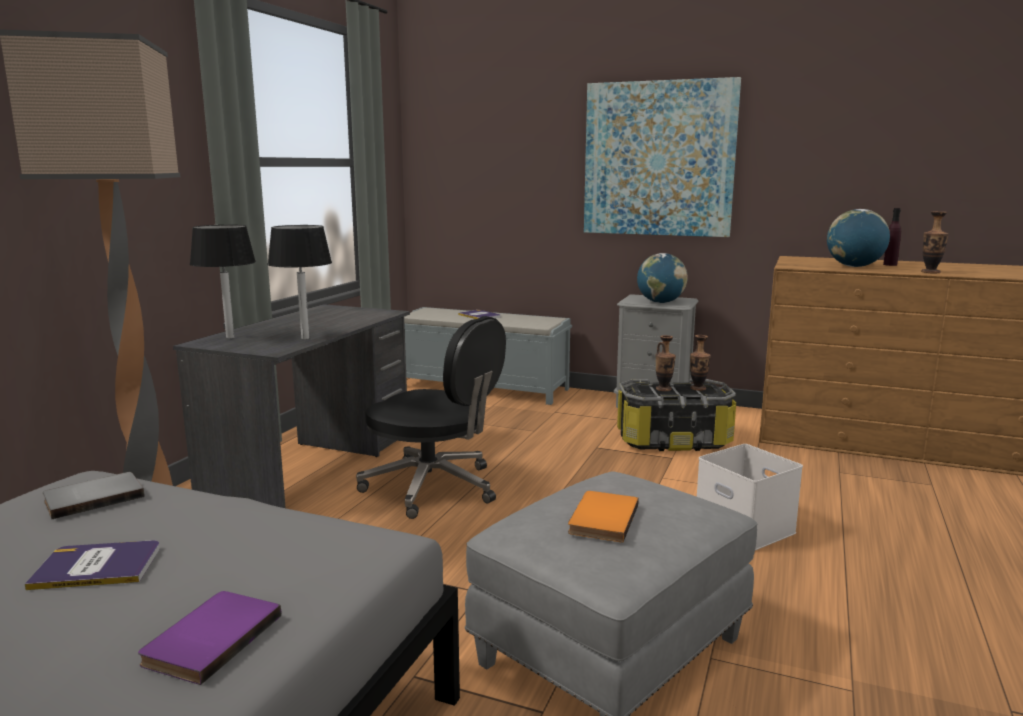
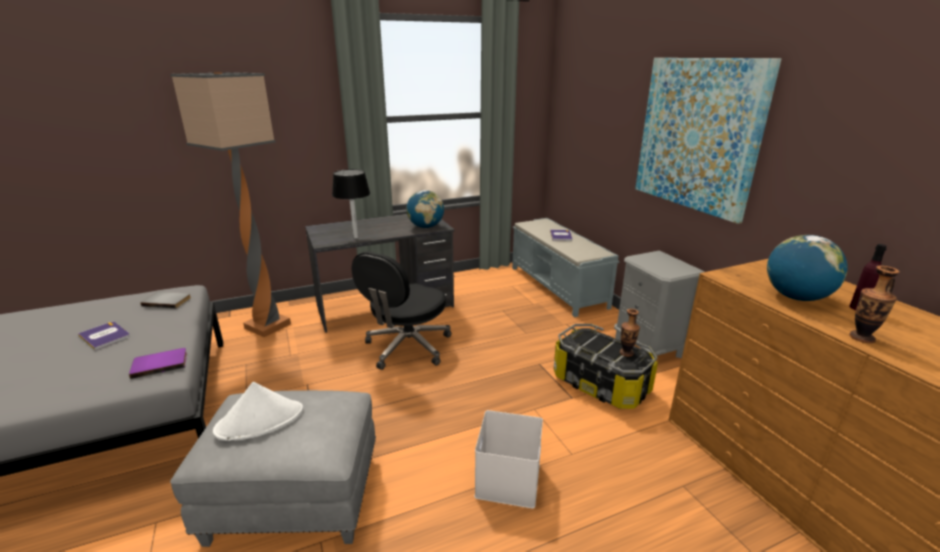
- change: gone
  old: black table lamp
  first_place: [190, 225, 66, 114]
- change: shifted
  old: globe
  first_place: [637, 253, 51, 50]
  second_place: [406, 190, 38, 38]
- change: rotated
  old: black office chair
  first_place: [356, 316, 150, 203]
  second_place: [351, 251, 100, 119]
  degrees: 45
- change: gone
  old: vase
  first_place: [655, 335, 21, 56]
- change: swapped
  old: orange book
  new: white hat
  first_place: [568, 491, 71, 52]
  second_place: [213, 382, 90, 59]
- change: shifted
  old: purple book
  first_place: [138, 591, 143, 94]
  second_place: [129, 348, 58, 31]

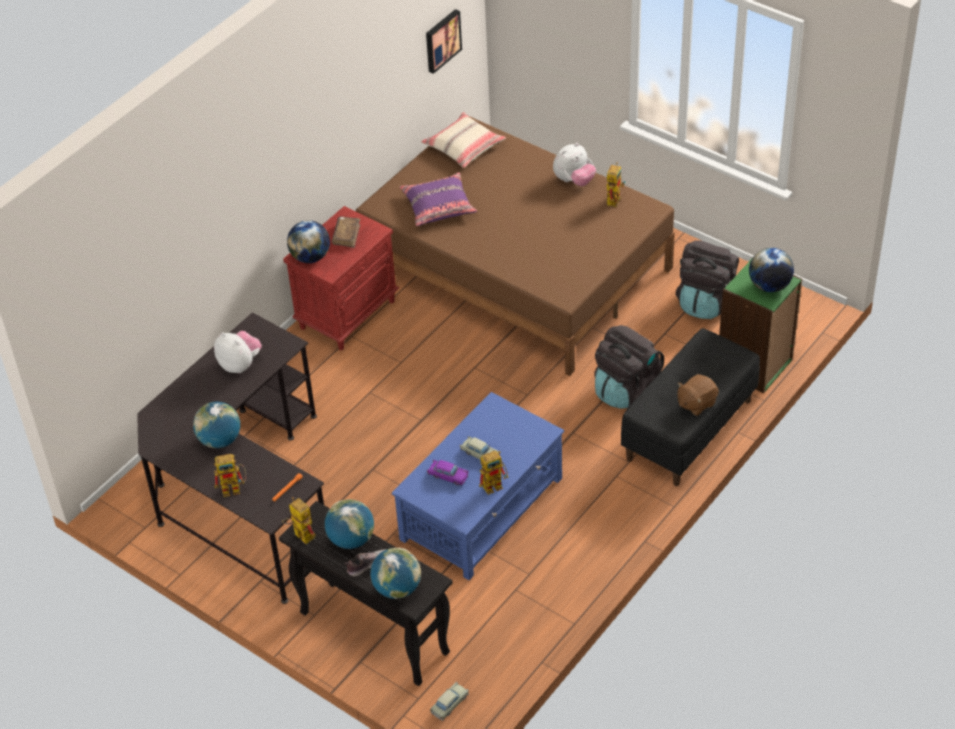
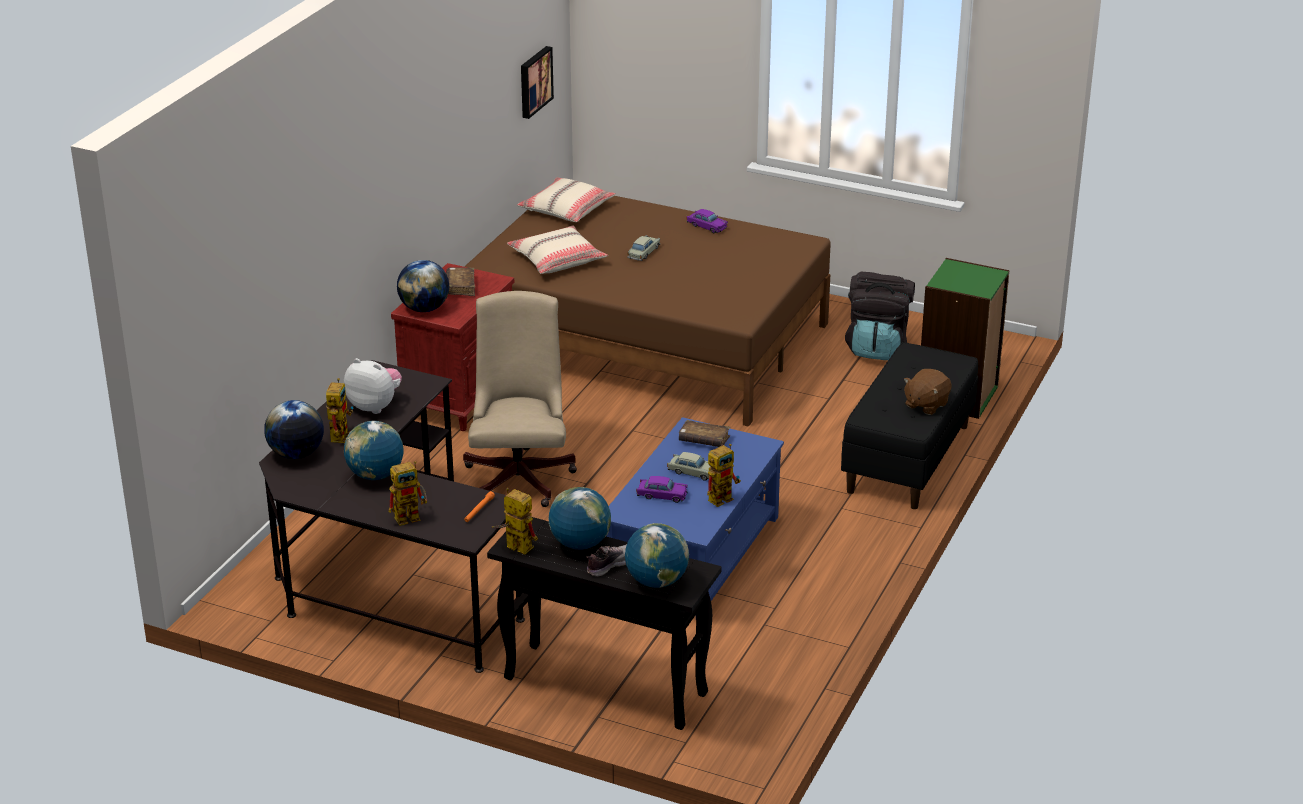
- change: swapped
  old: plush toy
  new: purple toy car
  first_place: [553, 143, 43, 43]
  second_place: [686, 209, 42, 24]
- change: shifted
  old: toy robot
  first_place: [606, 162, 19, 45]
  second_place: [326, 378, 27, 65]
- change: repainted
  old: purple pillow
  new: beige pillow
  first_place: [400, 172, 77, 54]
  second_place: [507, 225, 101, 49]
- change: shifted
  old: globe
  first_place: [749, 248, 45, 44]
  second_place: [264, 400, 60, 59]
- change: gone
  old: black backpack
  first_place: [594, 325, 70, 84]
- change: shifted
  old: beige toy car
  first_place: [430, 682, 39, 39]
  second_place: [627, 235, 33, 26]
- change: new
  new: beige office chair
  second_place: [463, 291, 114, 216]
- change: new
  new: brown book
  second_place: [679, 420, 51, 27]

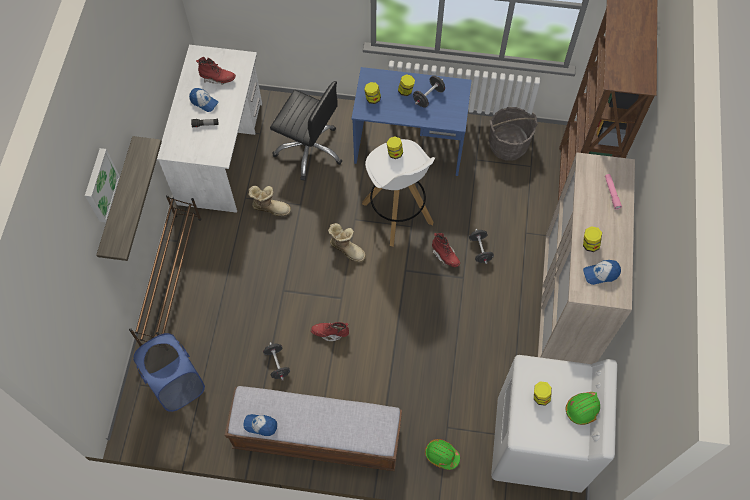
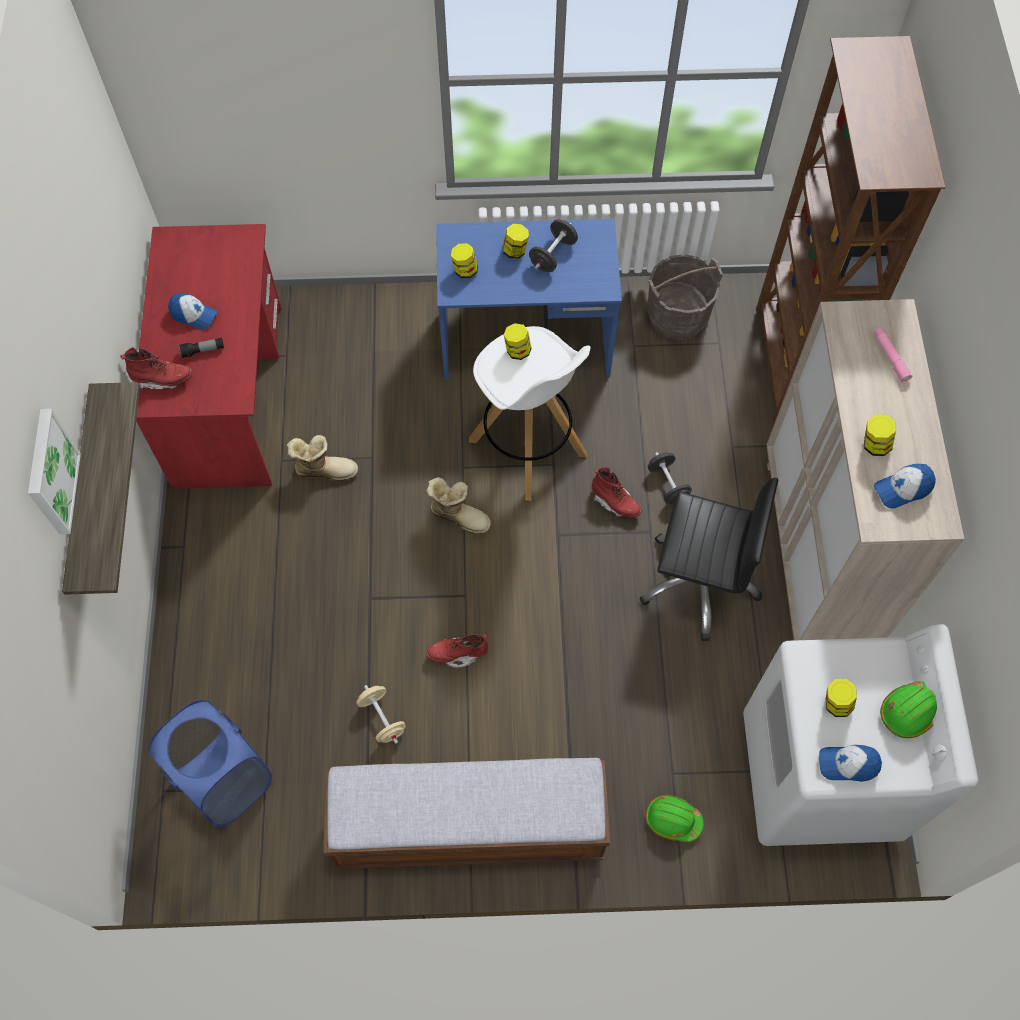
- change: repainted
  old: white desk
  new: red desk
  first_place: [157, 45, 105, 168]
  second_place: [136, 224, 146, 265]
- change: shifted
  old: red boot
  first_place: [196, 57, 40, 28]
  second_place: [120, 347, 72, 43]
- change: shifted
  old: black office chair
  first_place: [270, 81, 72, 100]
  second_place: [639, 478, 139, 163]
- change: gone
  old: brown shoe rack
  first_place: [129, 195, 72, 151]
- change: repainted
  old: black dumbbell
  new: beige dumbbell
  first_place: [263, 342, 27, 38]
  second_place: [356, 685, 50, 59]
- change: shifted
  old: cap
  first_place: [243, 414, 34, 22]
  second_place: [819, 745, 63, 37]

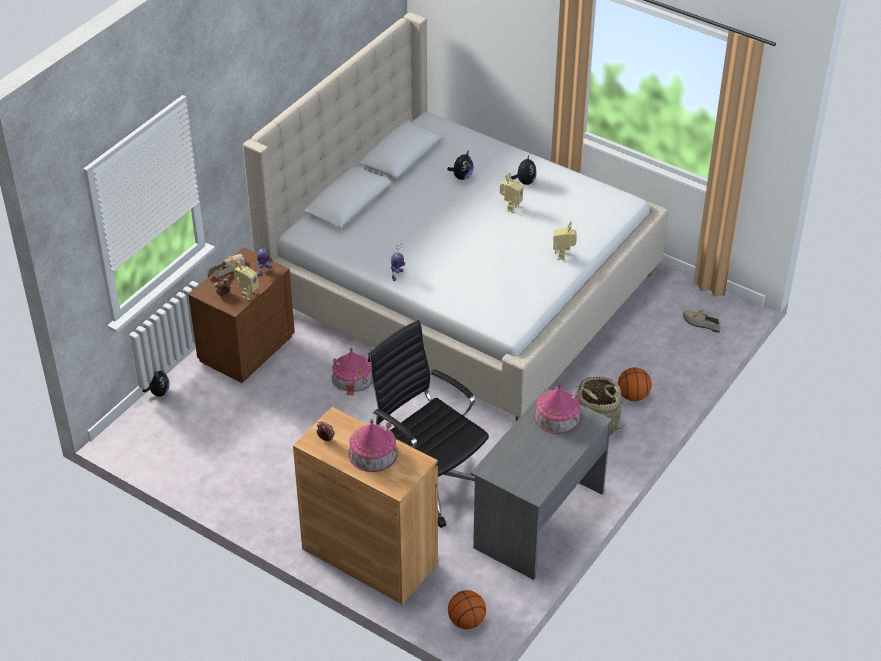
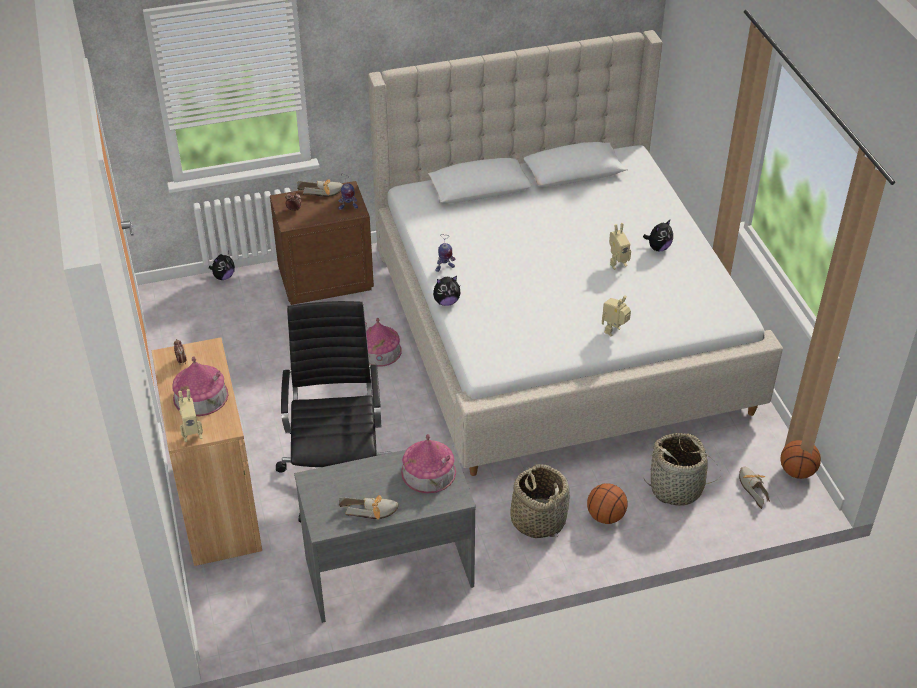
- change: shifted
  old: plush toy
  first_place: [447, 151, 27, 29]
  second_place: [433, 276, 27, 30]
- change: shifted
  old: toy robot
  first_place: [234, 258, 25, 42]
  second_place: [178, 389, 25, 53]
- change: shifted
  old: basketball
  first_place: [448, 590, 38, 39]
  second_place: [781, 440, 40, 39]
- change: new
  new: basket
  second_place: [643, 433, 78, 73]
- change: new
  new: shoe
  second_place: [339, 495, 60, 25]

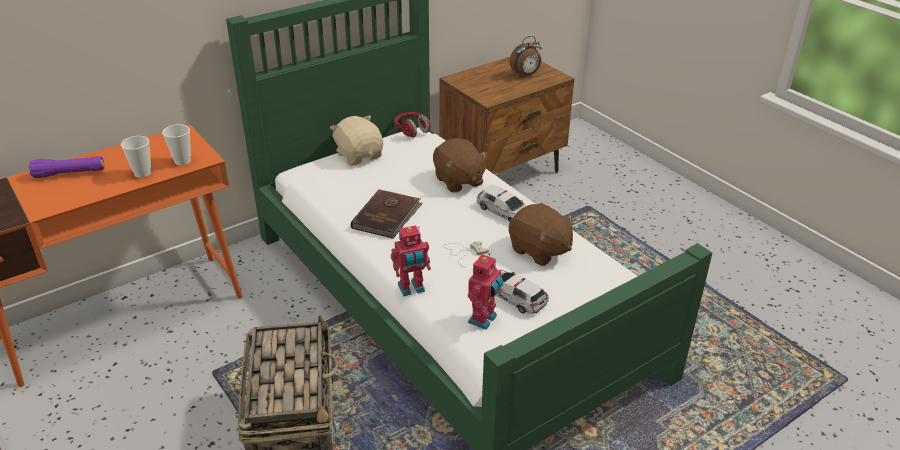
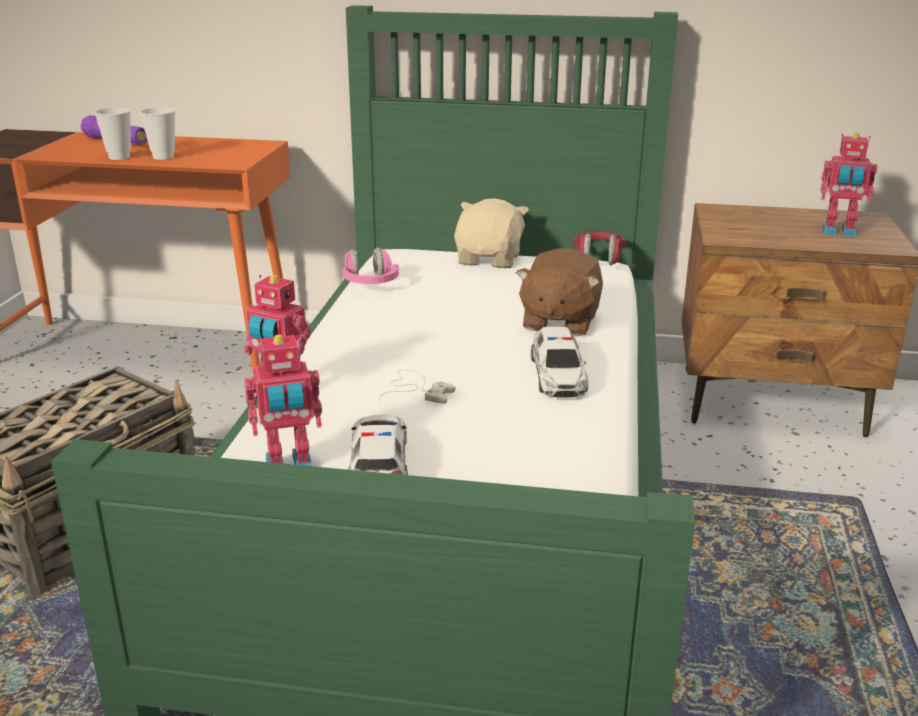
- change: swapped
  old: alarm clock
  new: toy robot
  first_place: [510, 36, 31, 41]
  second_place: [821, 133, 56, 104]
- change: shifted
  old: cup
  first_place: [162, 124, 29, 41]
  second_place: [94, 107, 37, 53]
- change: gone
  old: brown book
  first_place: [351, 189, 72, 50]
- change: gone
  old: brown plush toy
  first_place: [509, 203, 65, 63]
- change: new
  new: pink headphones
  second_place: [342, 247, 57, 37]

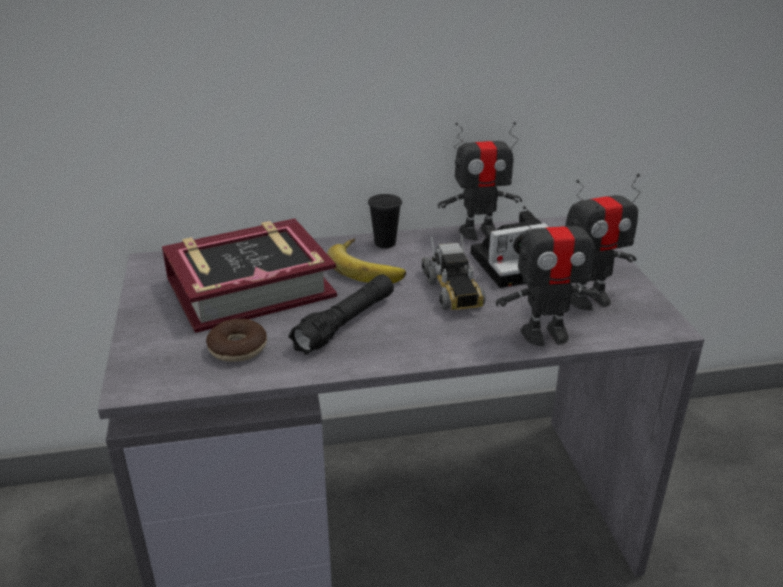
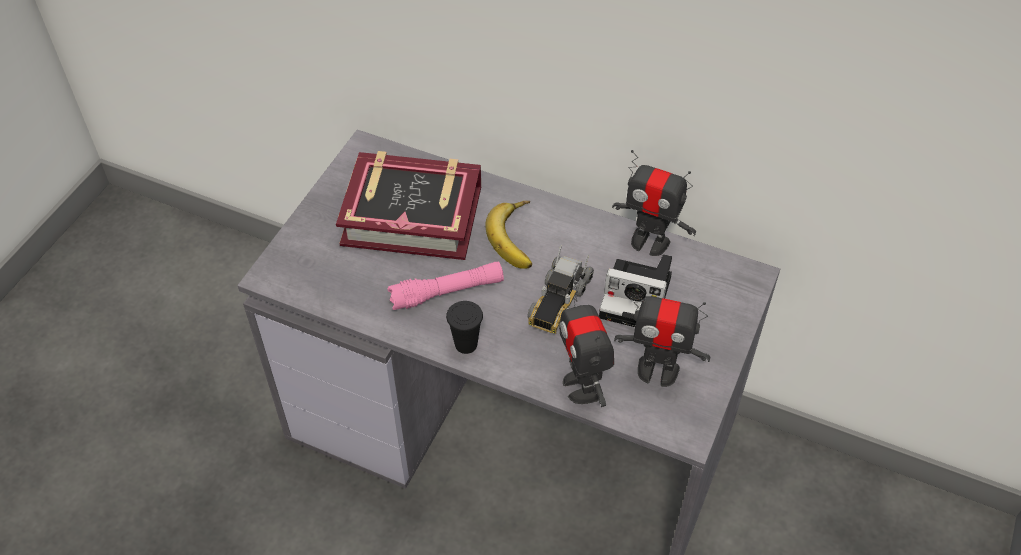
- change: shifted
  old: black cup
  first_place: [368, 194, 34, 54]
  second_place: [446, 301, 37, 53]
- change: rotated
  old: toy robot
  first_place: [496, 205, 105, 141]
  second_place: [560, 281, 54, 126]
  degrees: 45
- change: repainted
  old: black flashlight
  new: pink flashlight
  first_place: [288, 274, 106, 81]
  second_place: [387, 261, 117, 49]
- change: gone
  old: donut
  first_place: [206, 319, 61, 43]

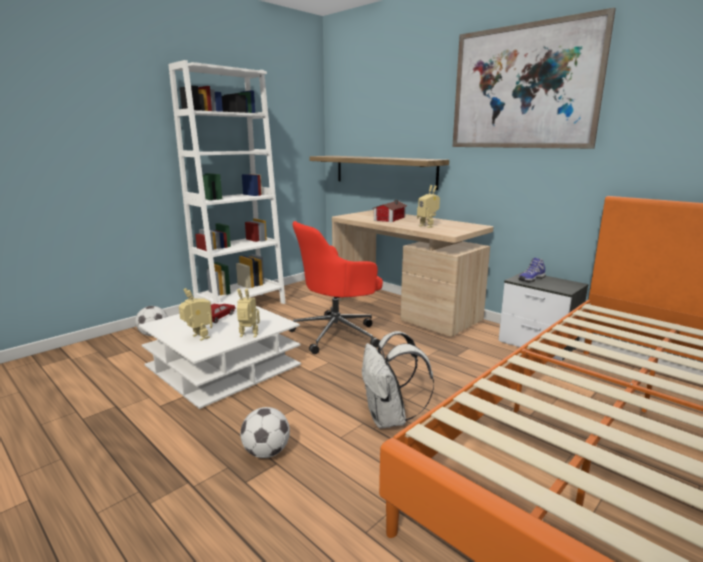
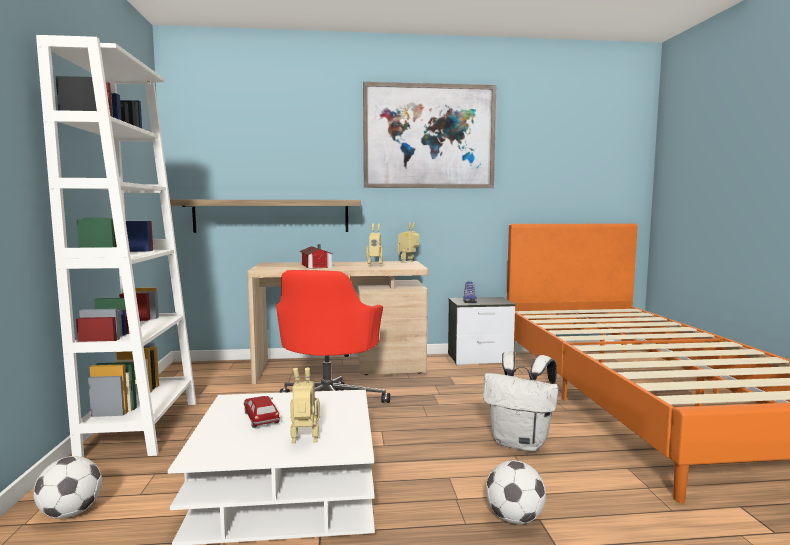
- change: shifted
  old: toy robot
  first_place: [237, 289, 23, 48]
  second_place: [397, 223, 22, 40]

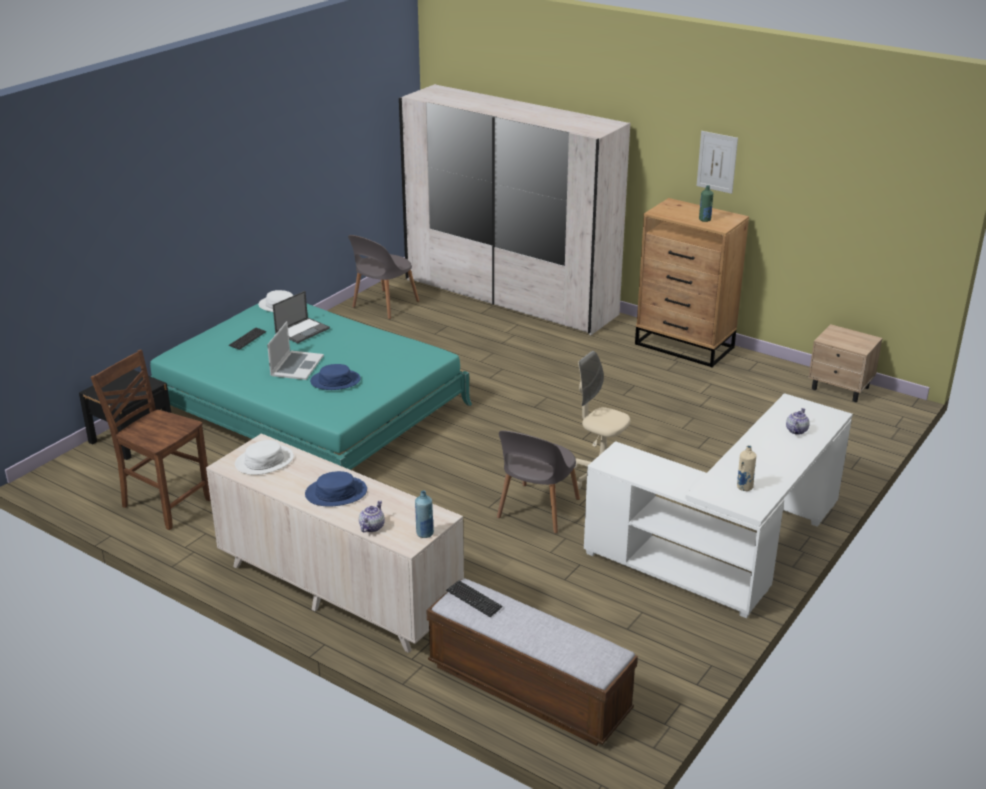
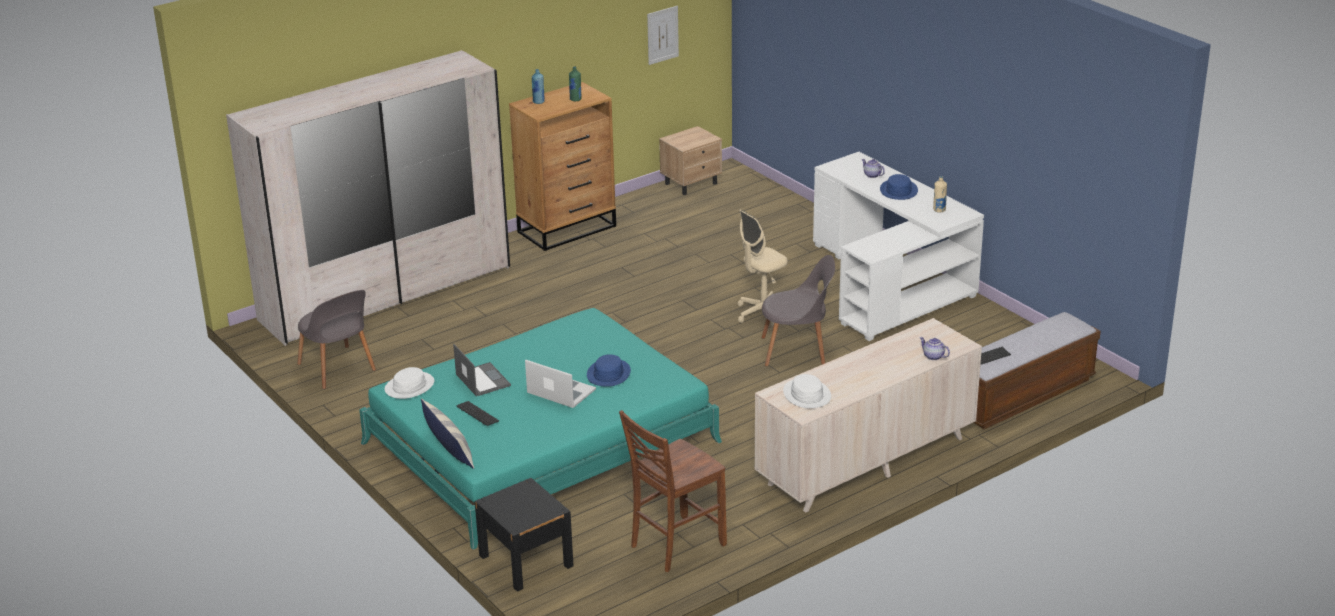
- change: shifted
  old: picture
  first_place: [697, 131, 41, 63]
  second_place: [647, 6, 32, 59]
- change: rotated
  old: grey chair
  first_place: [497, 430, 83, 104]
  second_place: [761, 255, 74, 111]
  degrees: -45
- change: shifted
  old: blue hat
  first_place: [305, 471, 62, 36]
  second_place: [880, 174, 38, 26]
- change: shifted
  old: blue bottle
  first_place: [415, 490, 19, 48]
  second_place: [532, 69, 13, 35]
- change: new
  new: pillow
  second_place: [421, 398, 53, 71]

